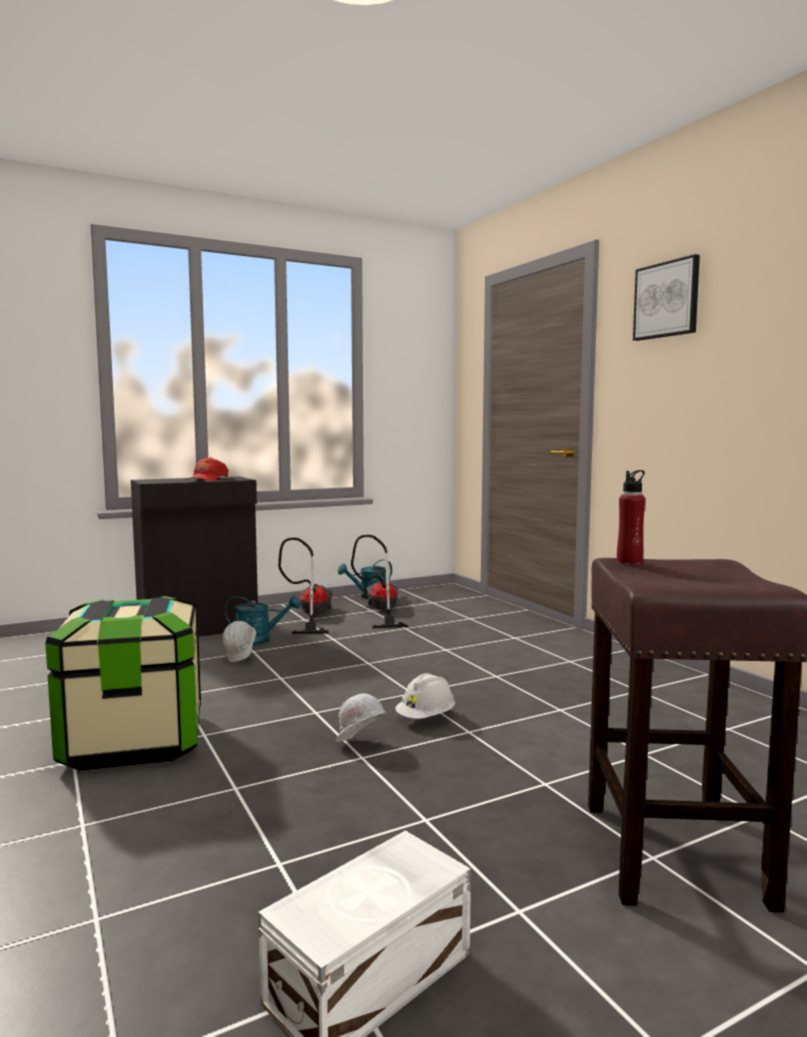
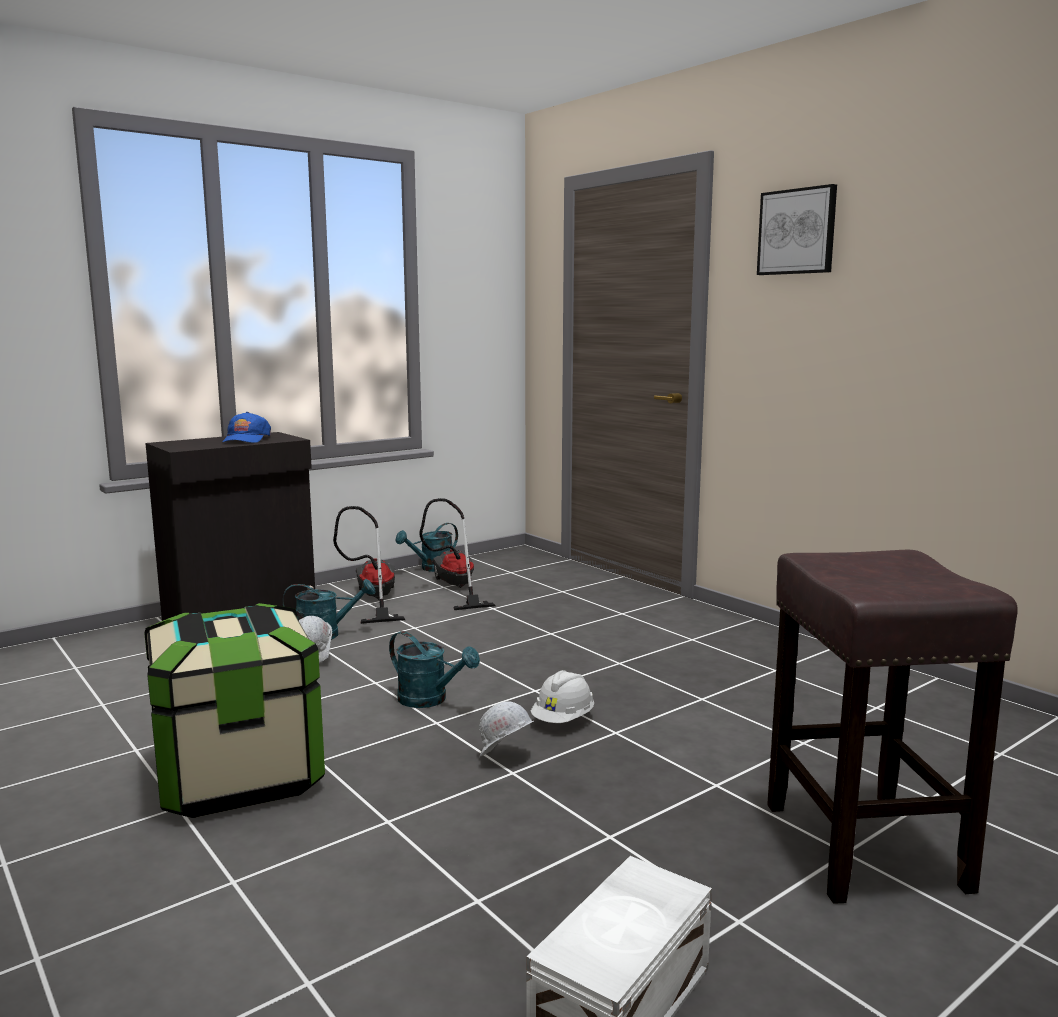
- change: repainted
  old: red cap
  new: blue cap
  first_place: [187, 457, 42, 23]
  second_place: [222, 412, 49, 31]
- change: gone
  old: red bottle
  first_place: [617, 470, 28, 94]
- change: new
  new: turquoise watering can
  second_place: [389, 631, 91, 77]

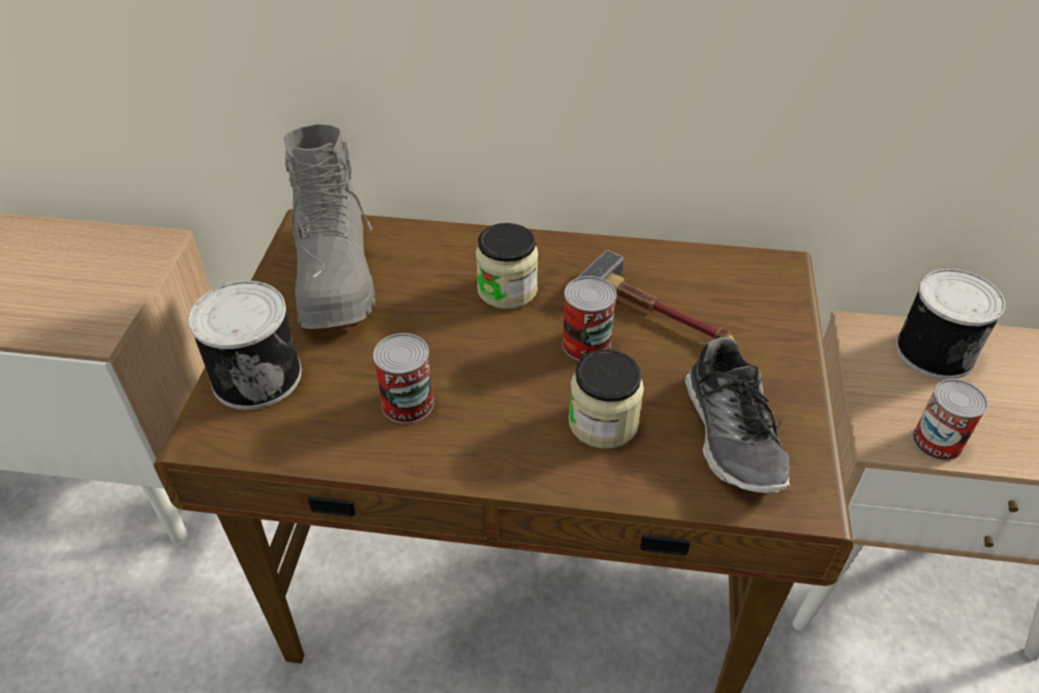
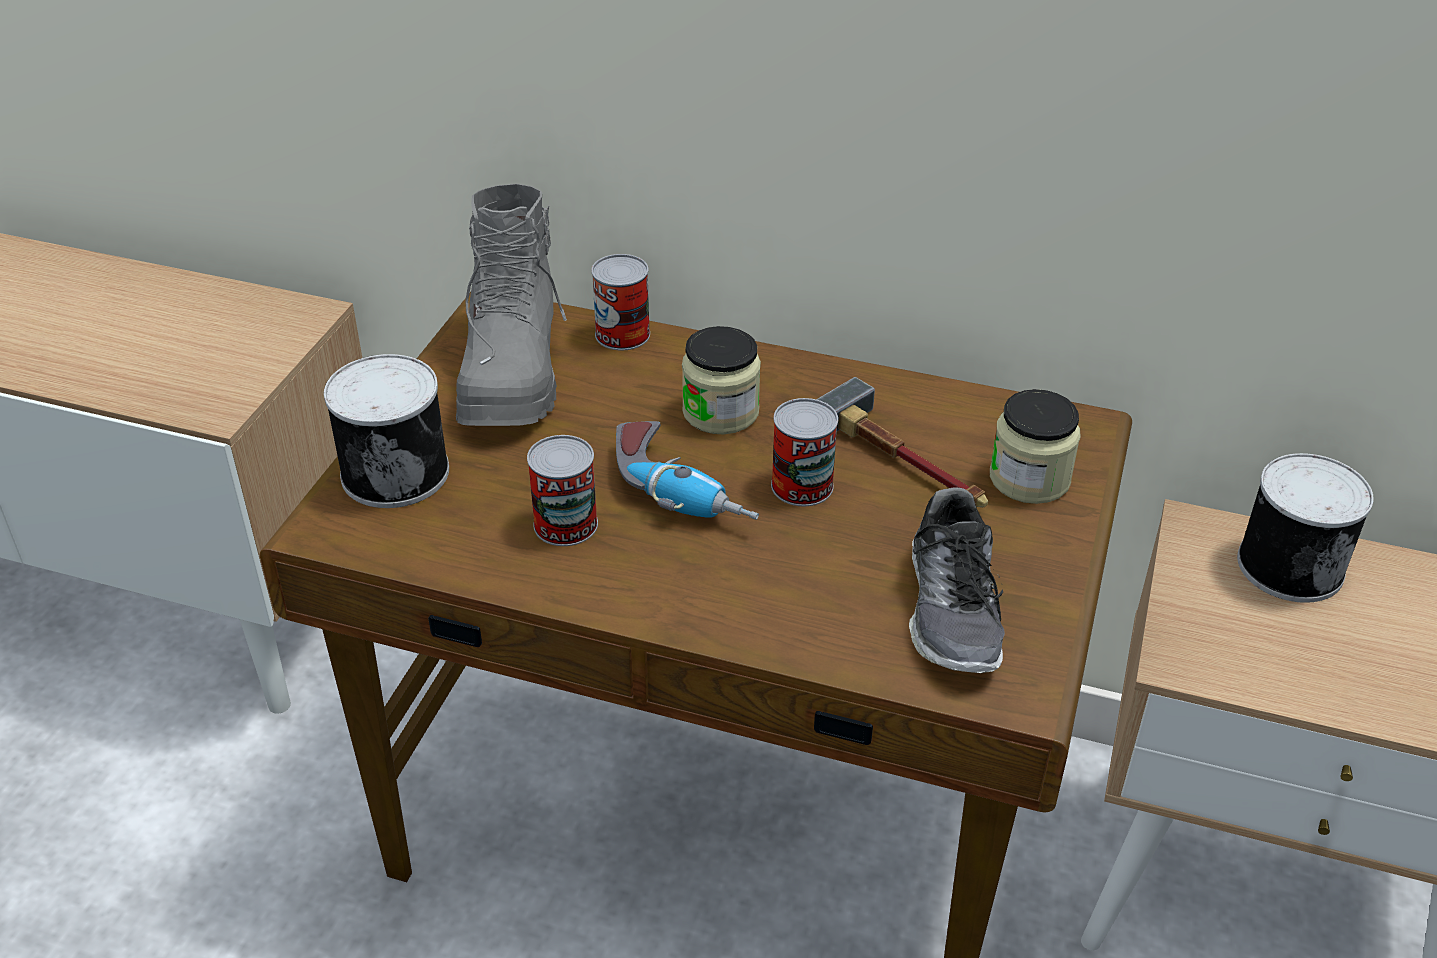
- change: shifted
  old: jar
  first_place: [568, 349, 76, 100]
  second_place: [990, 389, 91, 115]
- change: shifted
  old: can
  first_place: [912, 379, 76, 82]
  second_place: [591, 254, 59, 97]
- change: new
  new: power drill
  second_place: [616, 421, 143, 99]

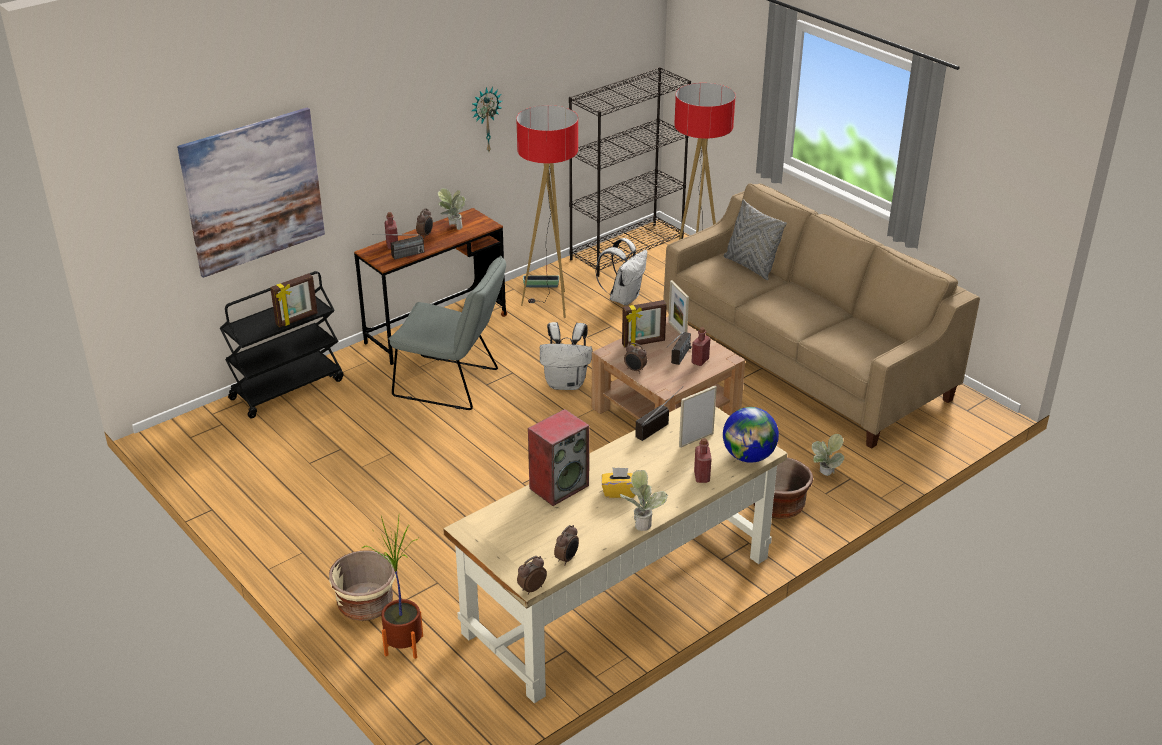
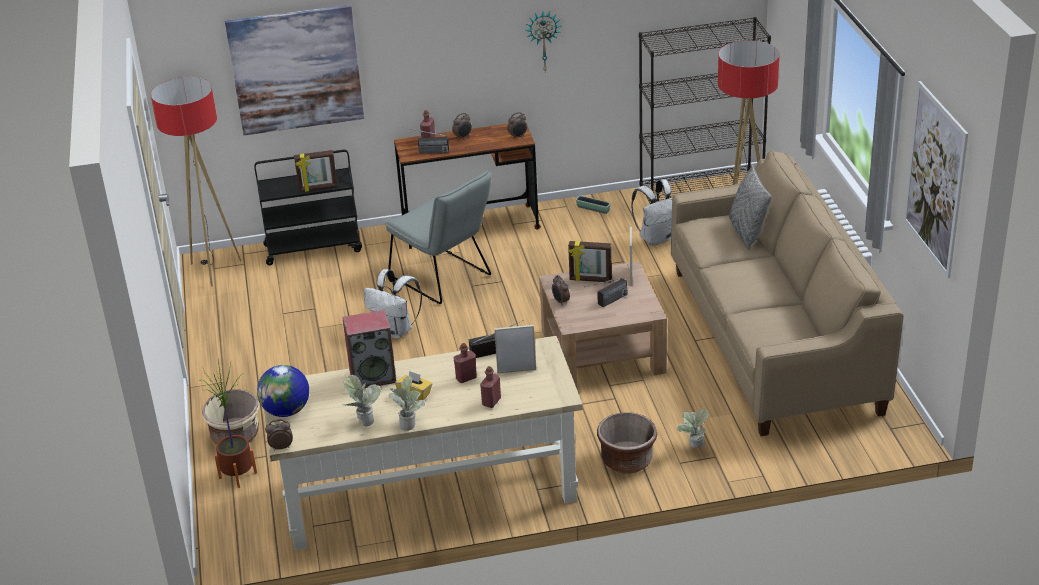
- change: shifted
  old: floor lamp
  first_place: [516, 105, 62, 213]
  second_place: [151, 77, 90, 209]
- change: shifted
  old: potted plant
  first_place: [438, 188, 28, 42]
  second_place: [341, 375, 40, 51]
- change: shifted
  old: white backpack
  first_place: [540, 322, 53, 68]
  second_place: [364, 269, 58, 70]
- change: shifted
  old: red bottle
  first_place: [691, 327, 19, 39]
  second_place: [454, 343, 23, 40]
- change: shifted
  old: globe
  first_place: [723, 407, 56, 56]
  second_place: [257, 365, 52, 52]
- change: shifted
  old: alarm clock
  first_place: [554, 525, 25, 40]
  second_place: [507, 112, 20, 26]
- change: new
  new: picture
  second_place: [904, 81, 64, 197]

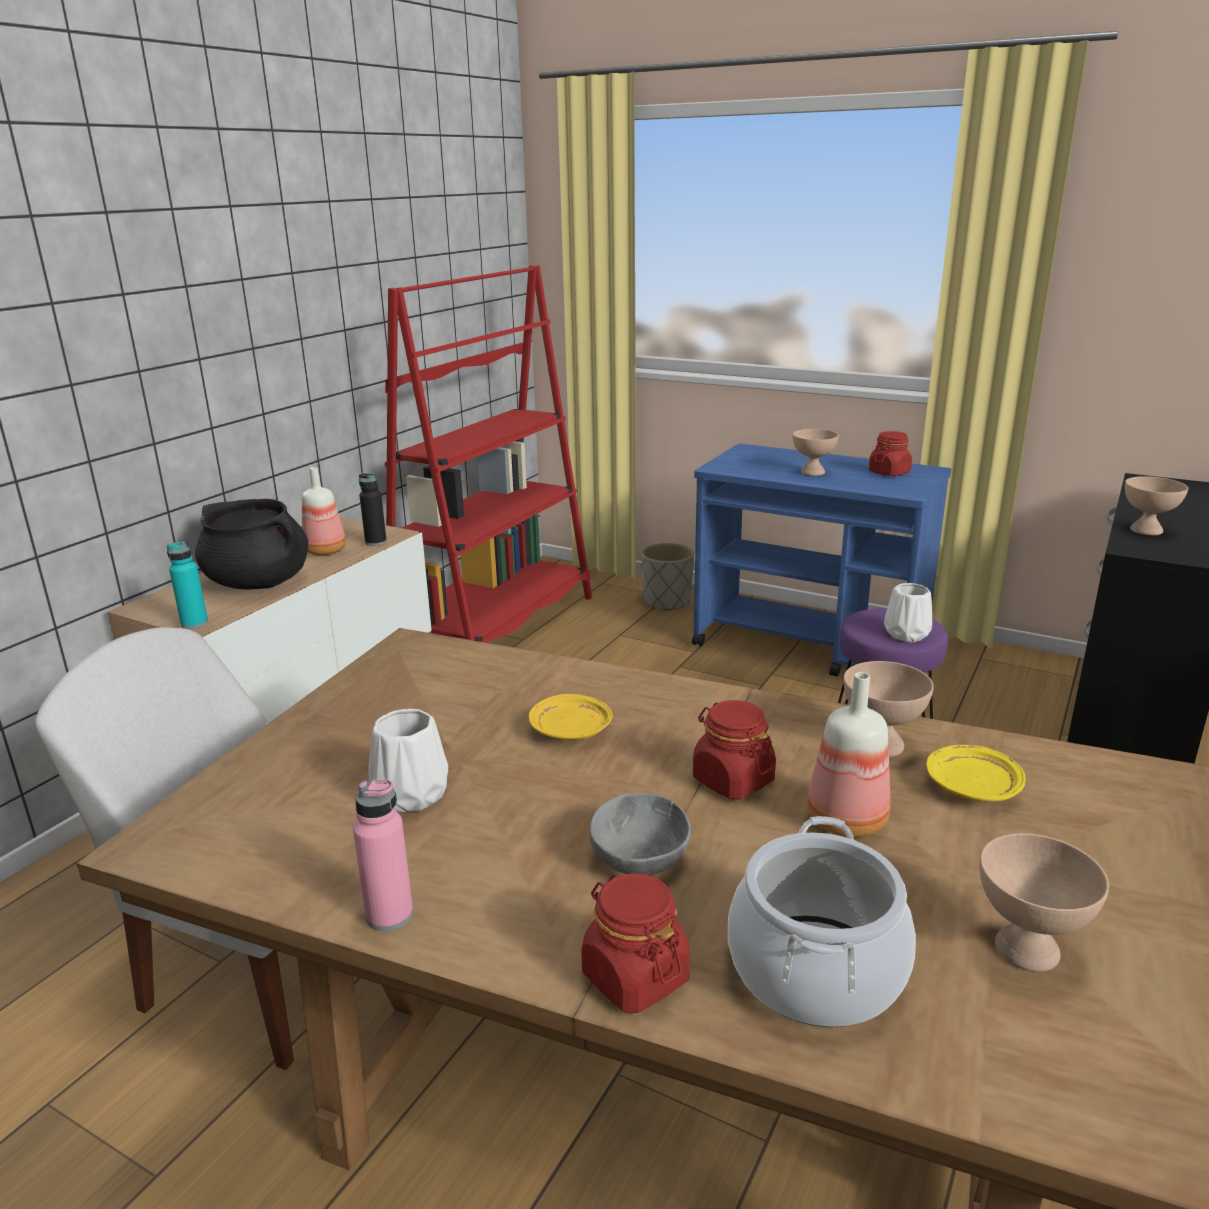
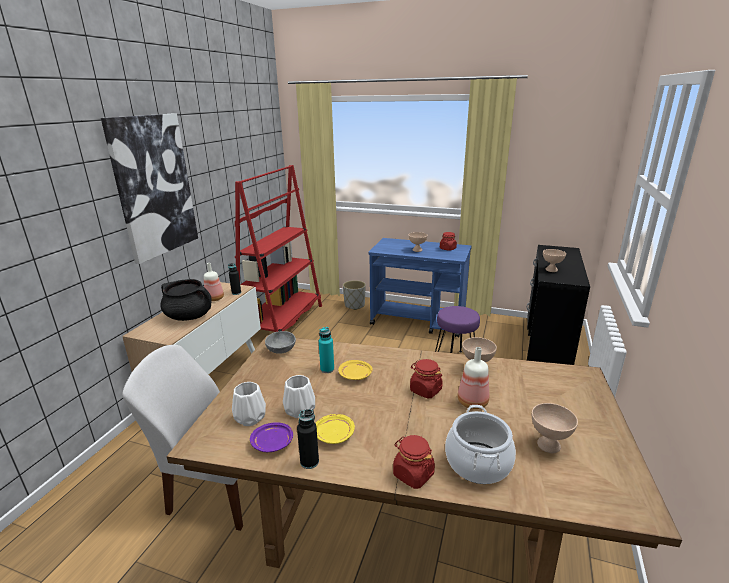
- change: shifted
  old: turquoise bottle
  first_place: [167, 542, 41, 87]
  second_place: [319, 327, 15, 46]
- change: shifted
  old: white vase
  first_place: [884, 583, 48, 59]
  second_place: [232, 382, 34, 44]
- change: shifted
  old: yellow plate
  first_place: [926, 745, 100, 56]
  second_place: [316, 414, 39, 30]
- change: repainted
  old: pink bottle
  new: black bottle
  first_place: [353, 779, 60, 152]
  second_place: [297, 409, 22, 60]
- change: shifted
  old: grey bowl
  first_place: [590, 793, 101, 82]
  second_place: [265, 331, 31, 23]
- change: new
  new: picture
  second_place: [101, 114, 97, 150]
- change: new
  new: purple plate
  second_place: [250, 422, 43, 30]

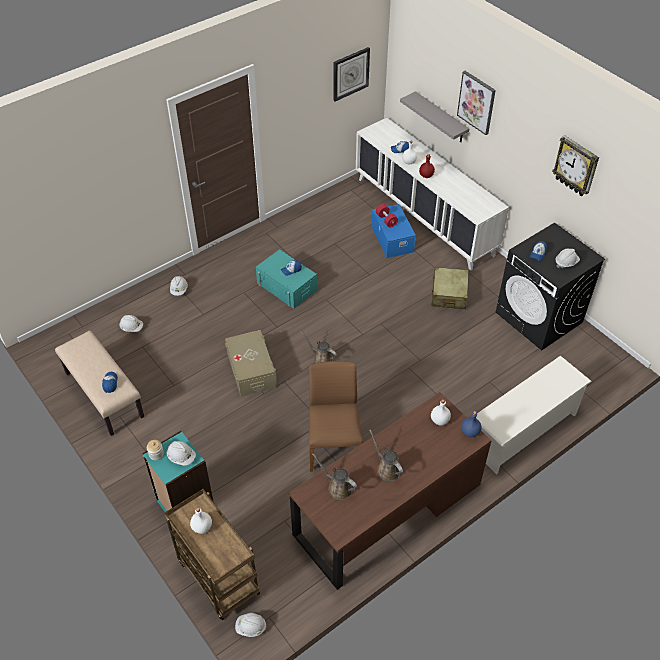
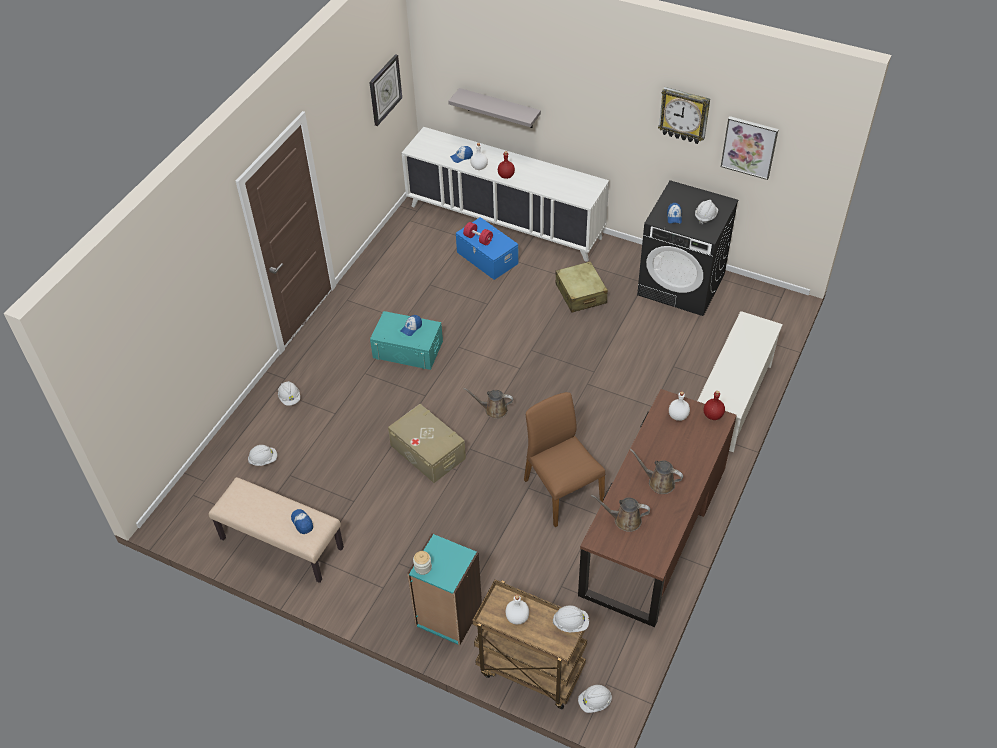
- change: shifted
  old: picture
  first_place: [457, 71, 39, 64]
  second_place: [721, 116, 58, 64]
- change: repainted
  old: blue bottle
  new: red bottle
  first_place: [461, 411, 21, 26]
  second_place: [703, 391, 22, 29]
- change: shifted
  old: white hard hat
  first_place: [167, 441, 29, 25]
  second_place: [553, 605, 36, 27]

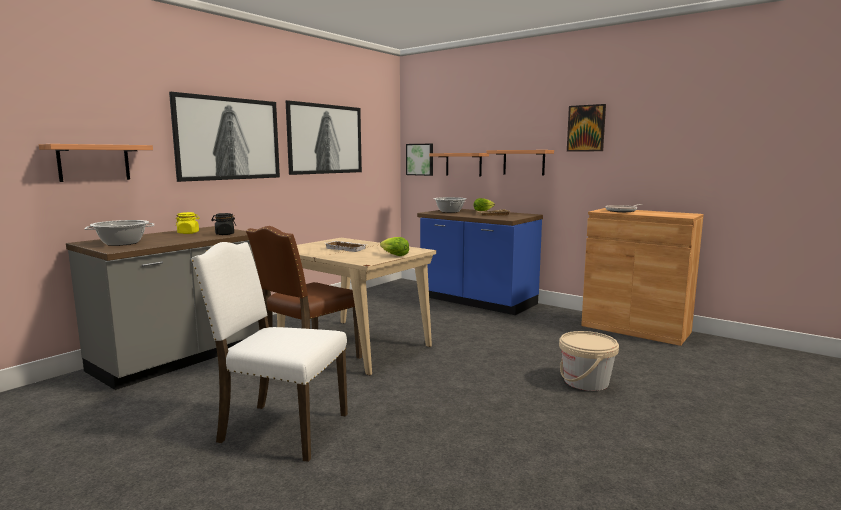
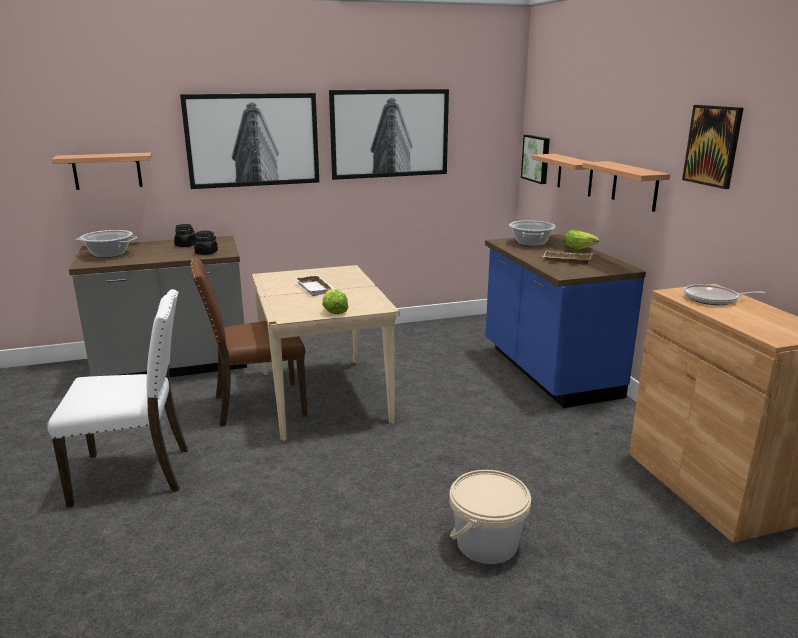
- change: repainted
  old: yellow jar
  new: black jar
  first_place: [176, 212, 24, 22]
  second_place: [174, 224, 23, 23]
- change: rotated
  old: white chair
  first_place: [191, 242, 157, 220]
  second_place: [47, 289, 141, 218]
  degrees: 120

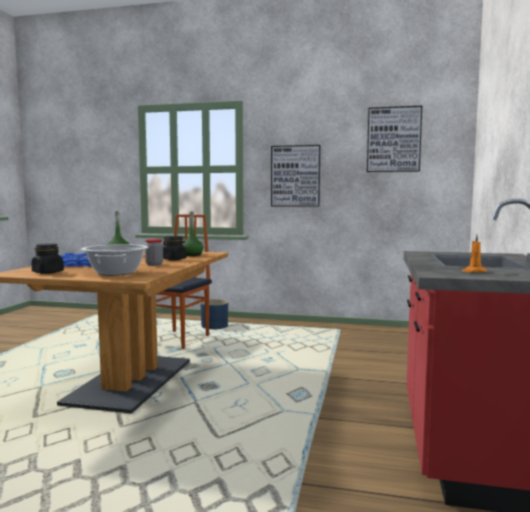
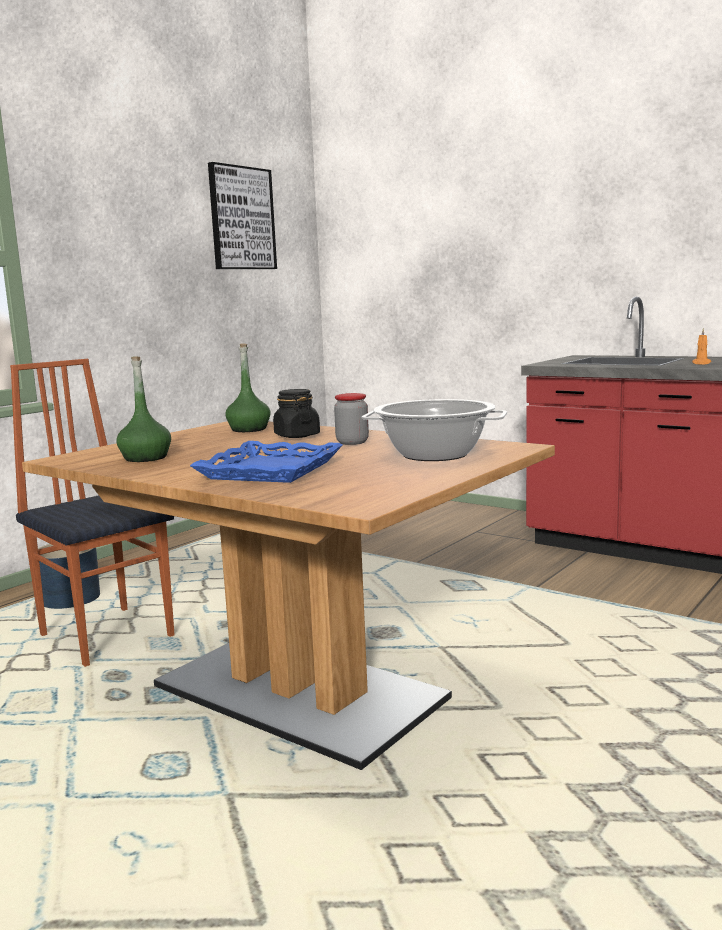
- change: gone
  old: picture
  first_place: [271, 145, 49, 62]
- change: gone
  old: black jar
  first_place: [31, 243, 33, 31]

